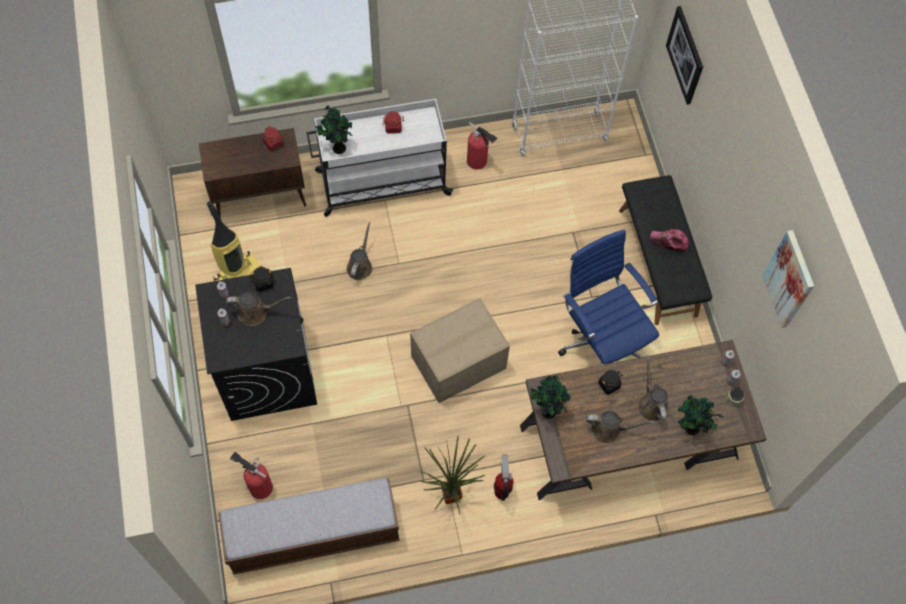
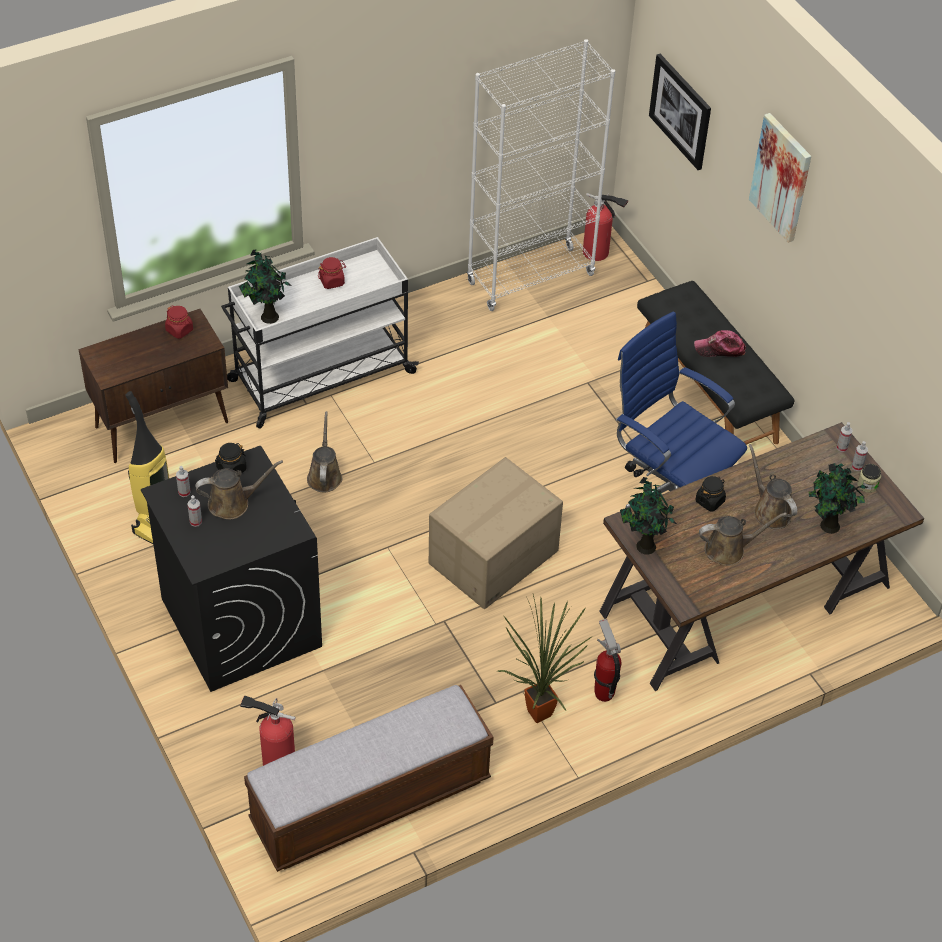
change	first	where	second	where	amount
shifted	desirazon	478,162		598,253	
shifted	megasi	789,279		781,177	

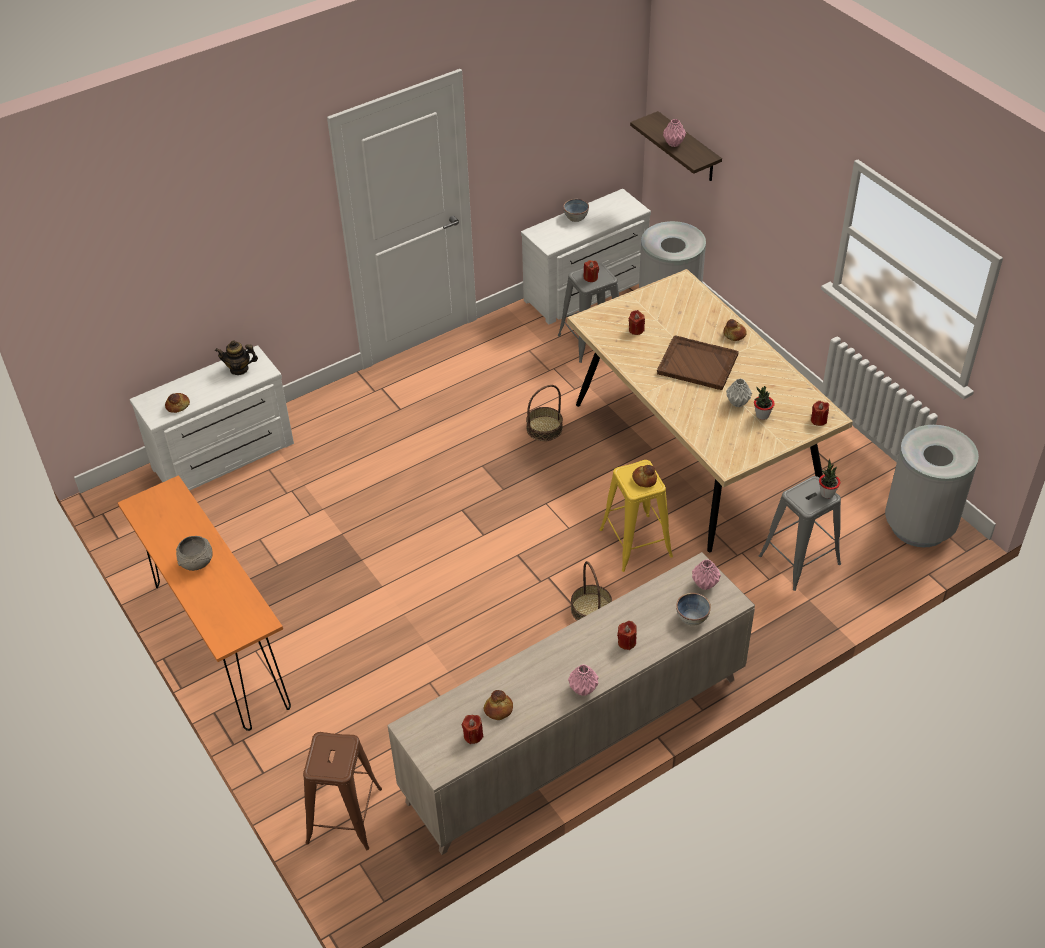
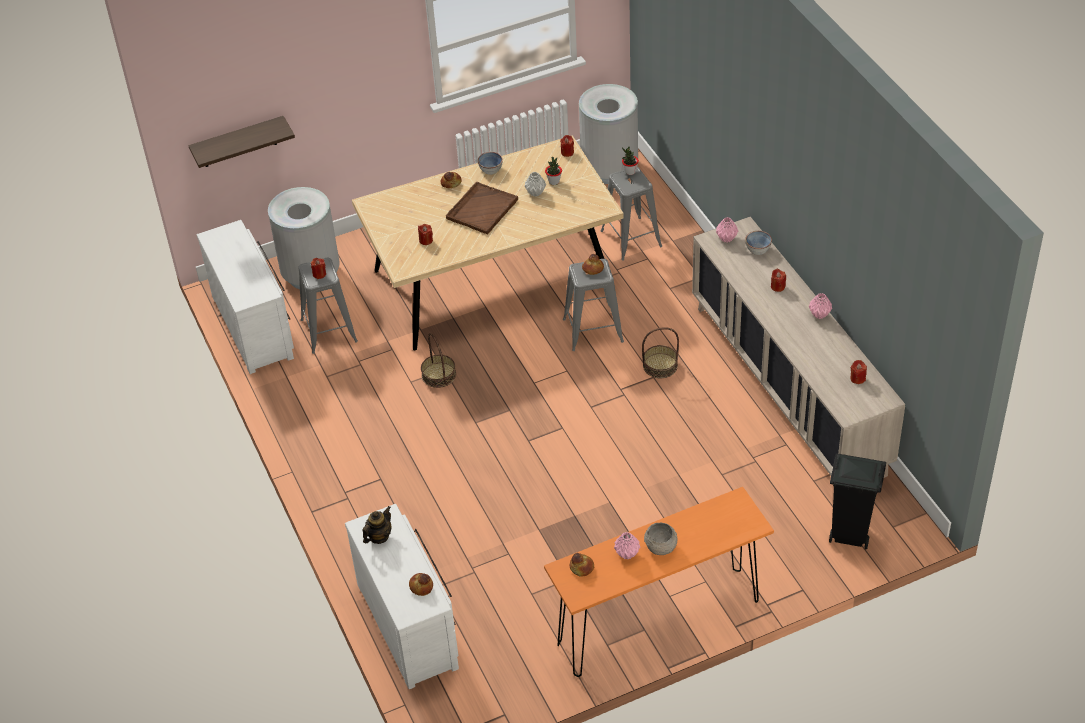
change	first	where	second	where	amount
rotated	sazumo	239,369		379,536	150 degrees counterclockwise
swapped	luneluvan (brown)	344,816	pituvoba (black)	849,535	
shifted	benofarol	498,709		581,568	
shifted	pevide	575,217		491,170	
repainted	luneluvan (yellow)	636,543	luneluvan (grey)	593,330	
shifted	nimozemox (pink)	673,144		627,554	

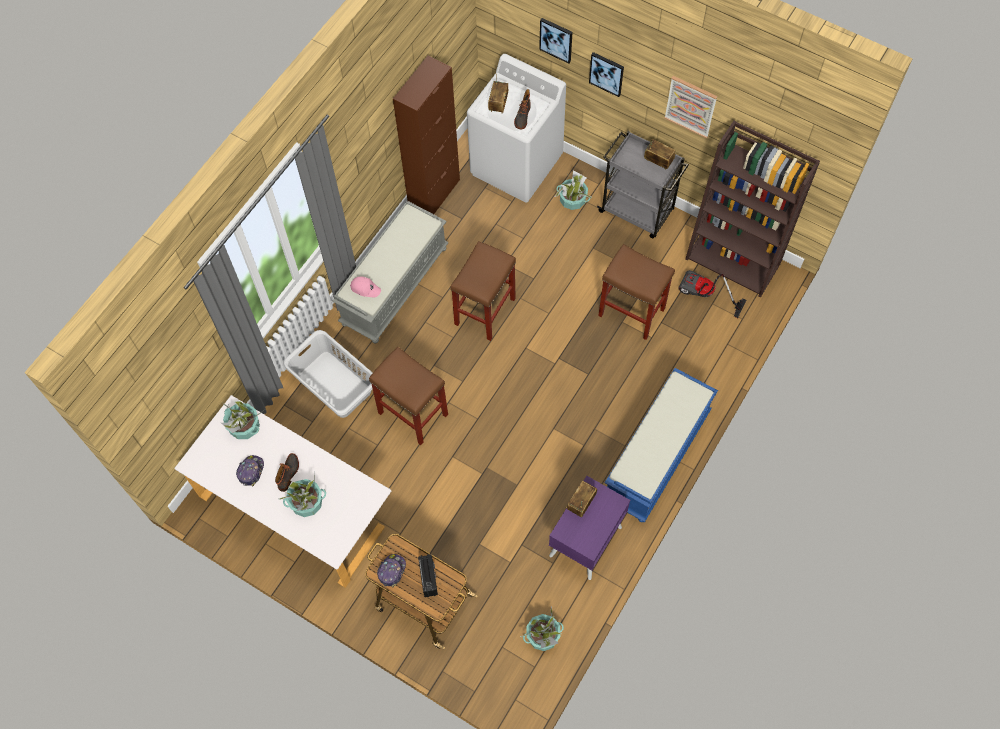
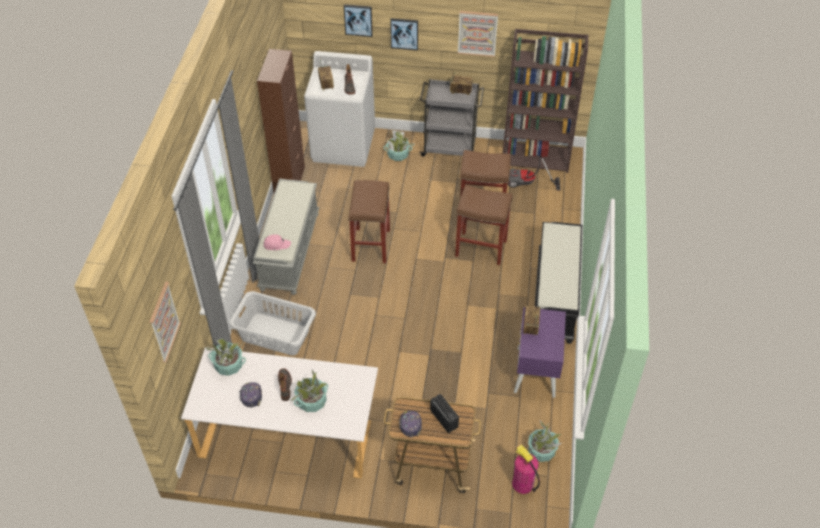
change	first	where	second	where	amount
shifted	luneluvan (brown)	412,413		480,248	
repainted	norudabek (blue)	656,457	norudabek (black)	555,297	
new			megasi	164,322	
new			desirazon	522,484	

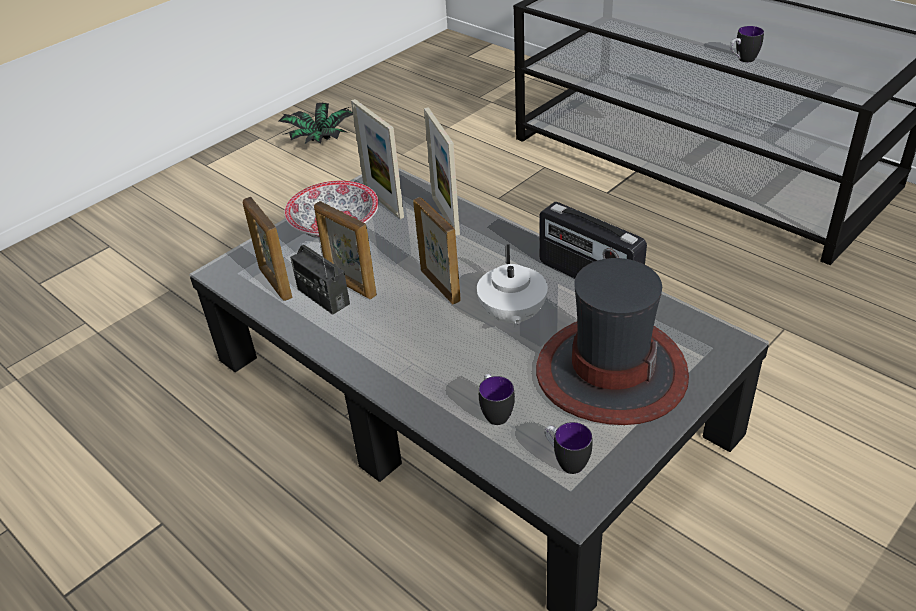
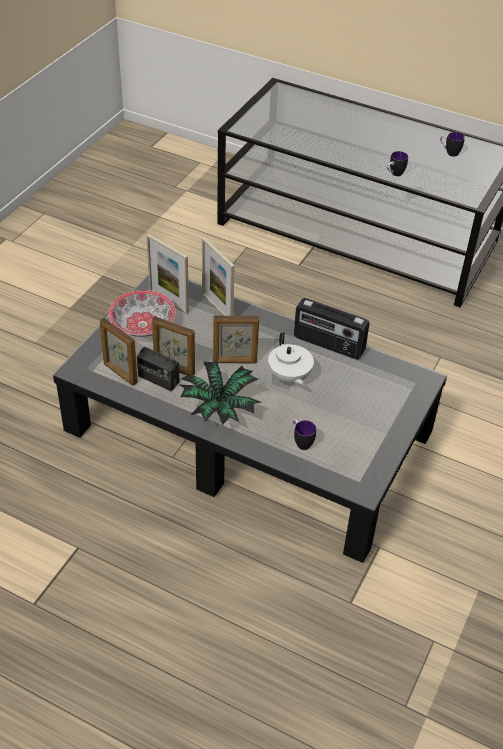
change	first	where	second	where	amount
shifted	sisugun	320,142		219,407	
rotated	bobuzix	440,285		235,361	135 degrees clockwise
gone	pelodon	610,372			
shifted	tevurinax	566,461		449,152	

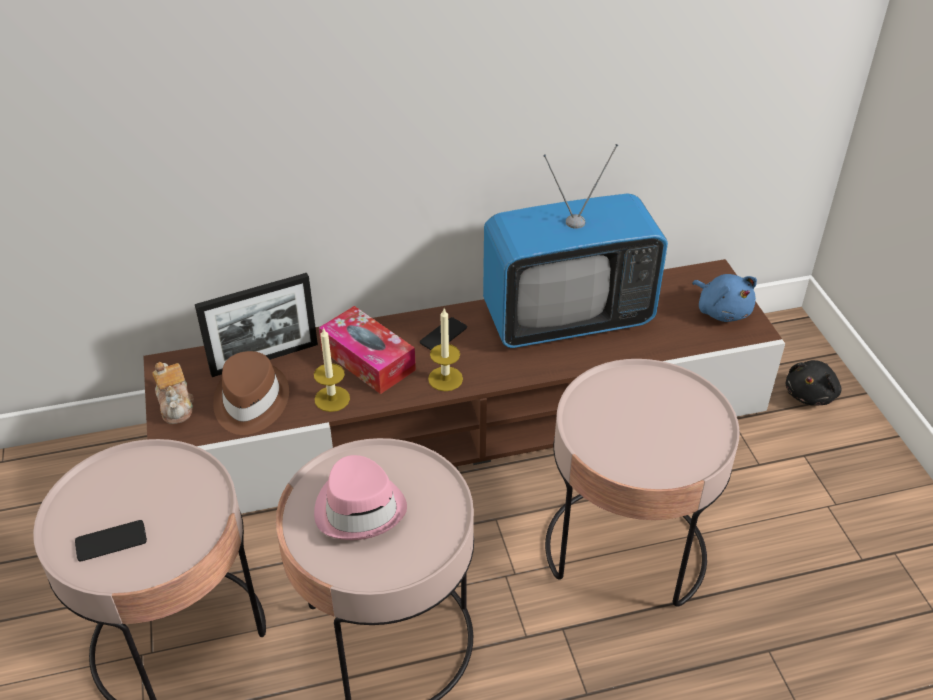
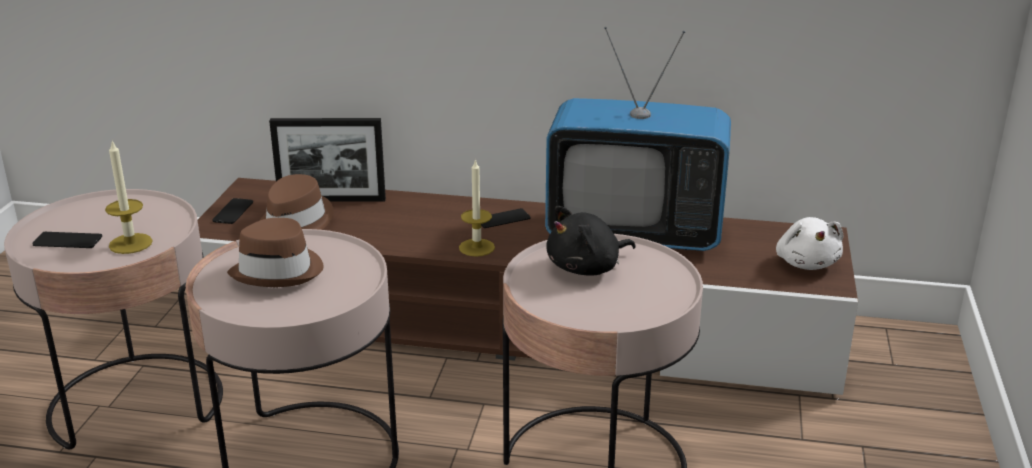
change	first	where	second	where	amount
swapped	sazumo	176,405	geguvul	233,212	
shifted	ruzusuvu	332,399		130,243	
repainted	pelodon (pink)	360,507	pelodon (brown)	279,271	
gone	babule	368,360			
repainted	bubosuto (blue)	722,310	bubosuto (white)	806,263	
shifted	bubosuto (black)	810,394		587,268	

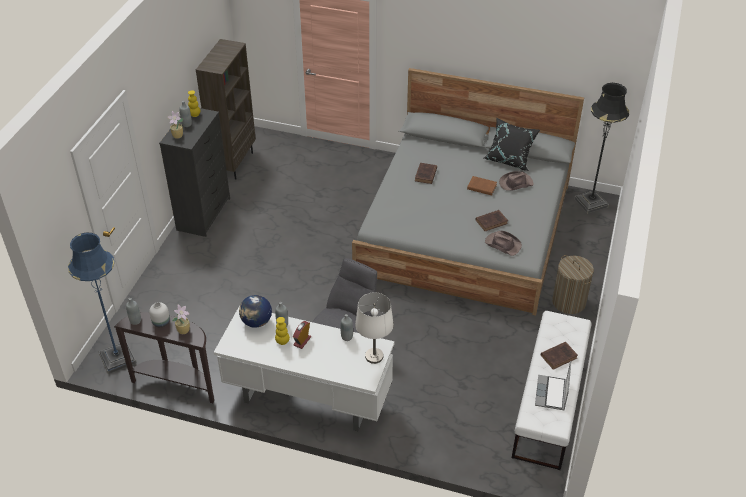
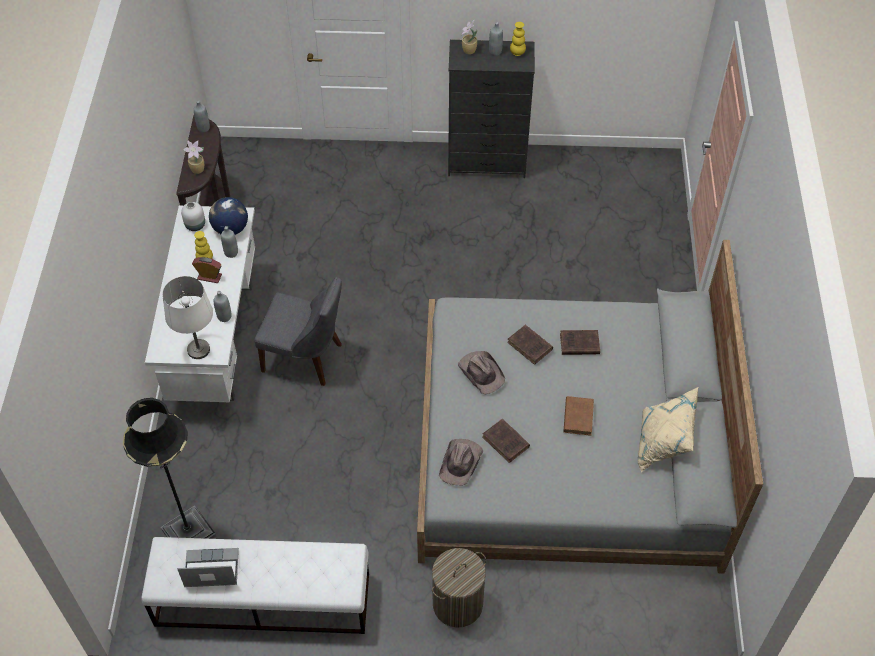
change	first	where	second	where	amount
gone	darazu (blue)	117,358			
shifted	nimozemox (white)	161,322		194,225	
gone	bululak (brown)	234,163			
repainted	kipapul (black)	509,159	kipapul (beige)	662,444	
shifted	pelodon (brown)	515,183		481,372	
shifted	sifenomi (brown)	559,356		530,346	
shifted	darazu (black)	591,203		188,533	

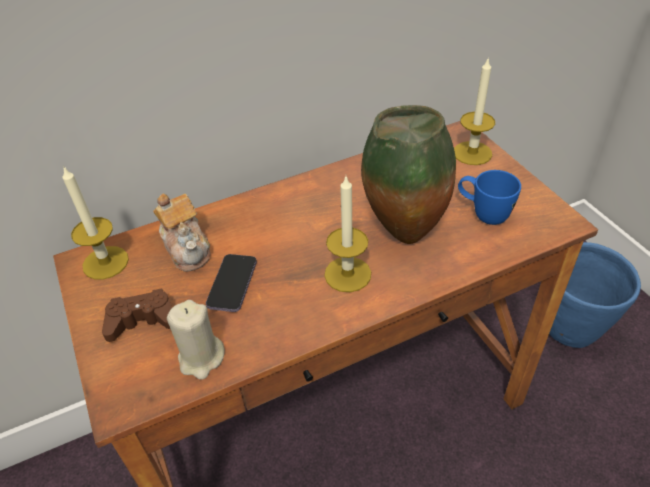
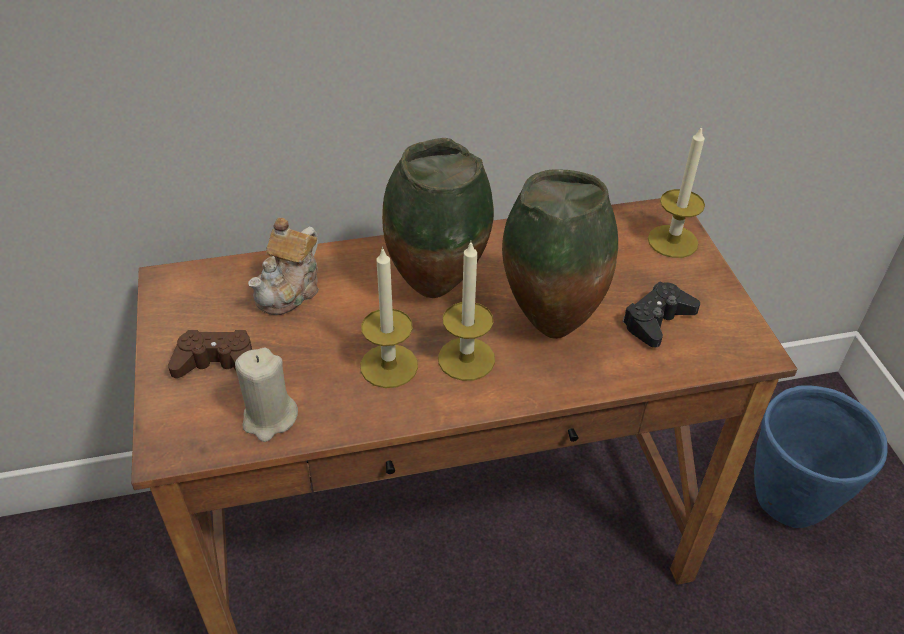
change	first	where	second	where	amount
shifted	ruzusuvu	105,262		389,366	
rotated	sazumo	187,248		290,290	45 degrees clockwise
gone	geguvul	232,284			
swapped	tevurinax (blue)	483,214	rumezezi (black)	657,320	
new			nimozemox	438,289	

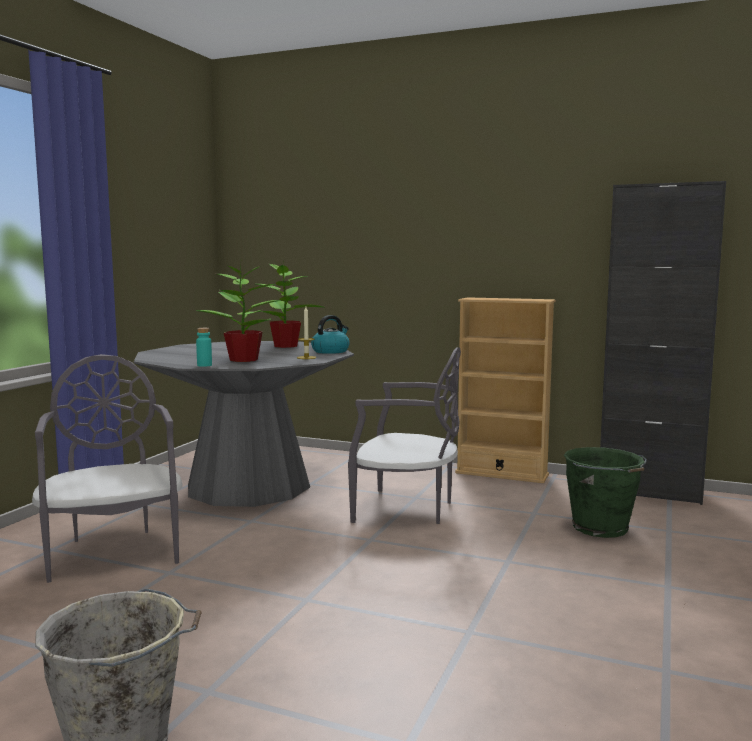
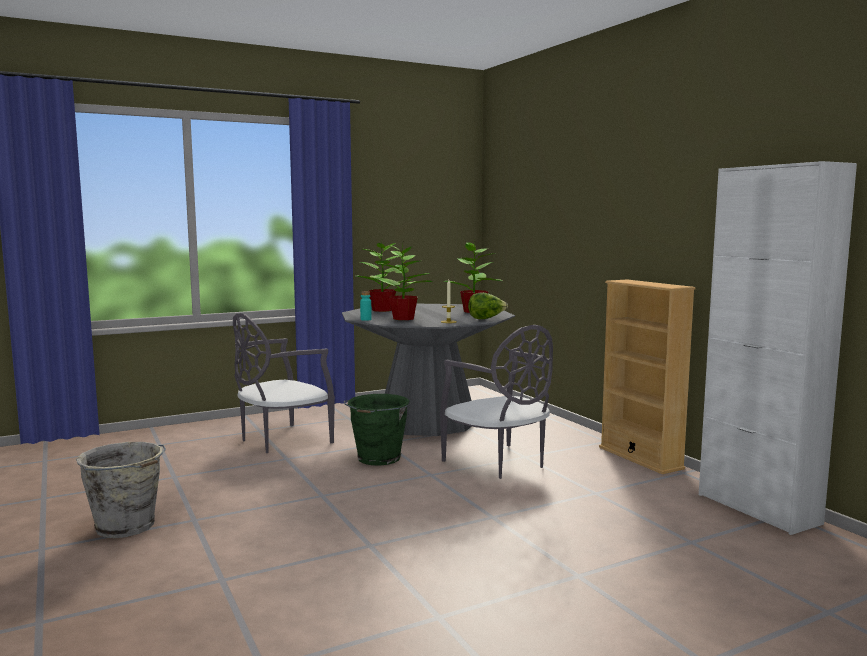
change	first	where	second	where	amount
rotated	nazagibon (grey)	114,552		282,440	150 degrees counterclockwise
swapped	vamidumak	331,351	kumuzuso	486,319	
shifted	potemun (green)	601,528		378,459	
repainted	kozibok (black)	649,492	kozibok (white)	758,509	
new			sisugun	383,310	

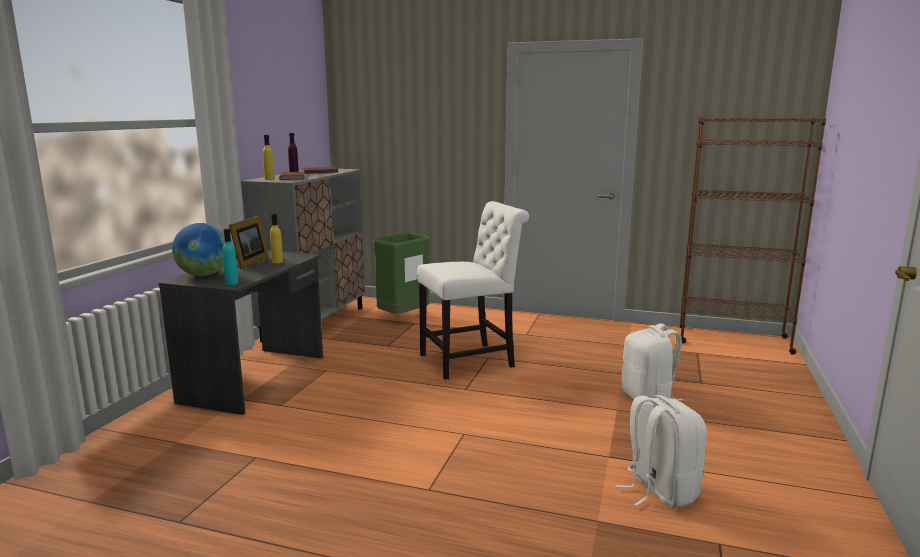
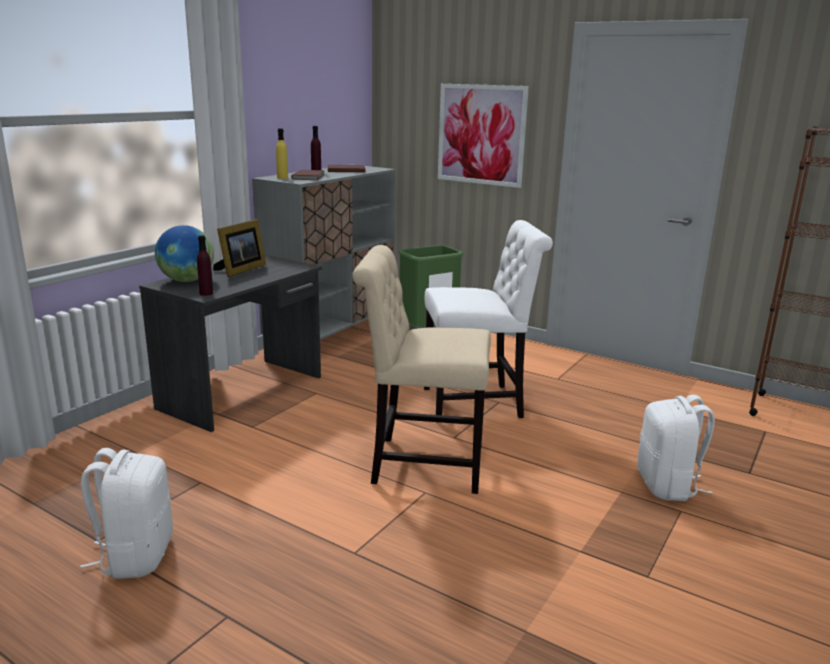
change	first	where	second	where	amount
repainted	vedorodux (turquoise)	232,283	vedorodux (purple)	206,293	
gone	vedorodux (yellow)	277,262			
shifted	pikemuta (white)	659,490		135,556	
new			nazagibon (beige)	421,463	
new			megasi	481,135	

